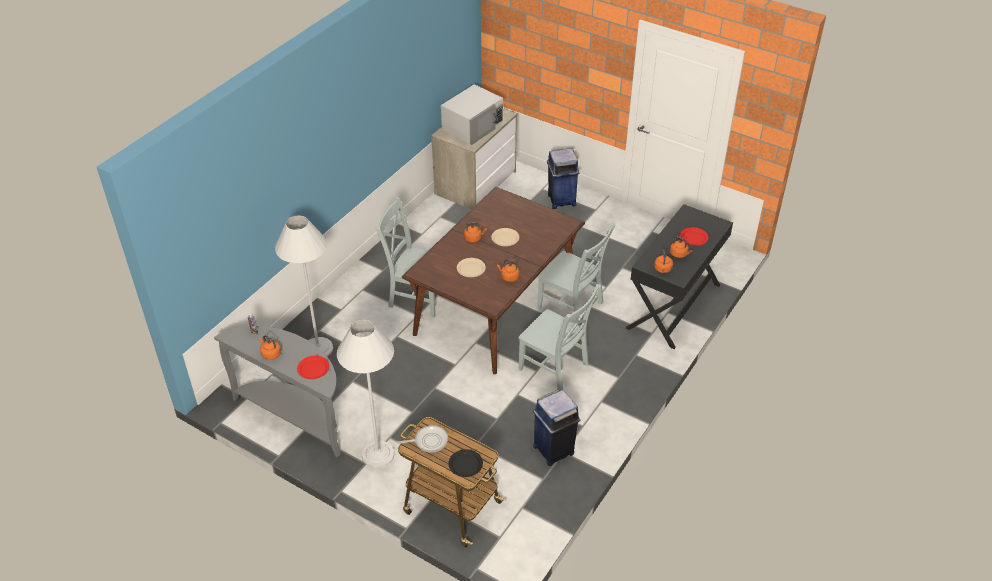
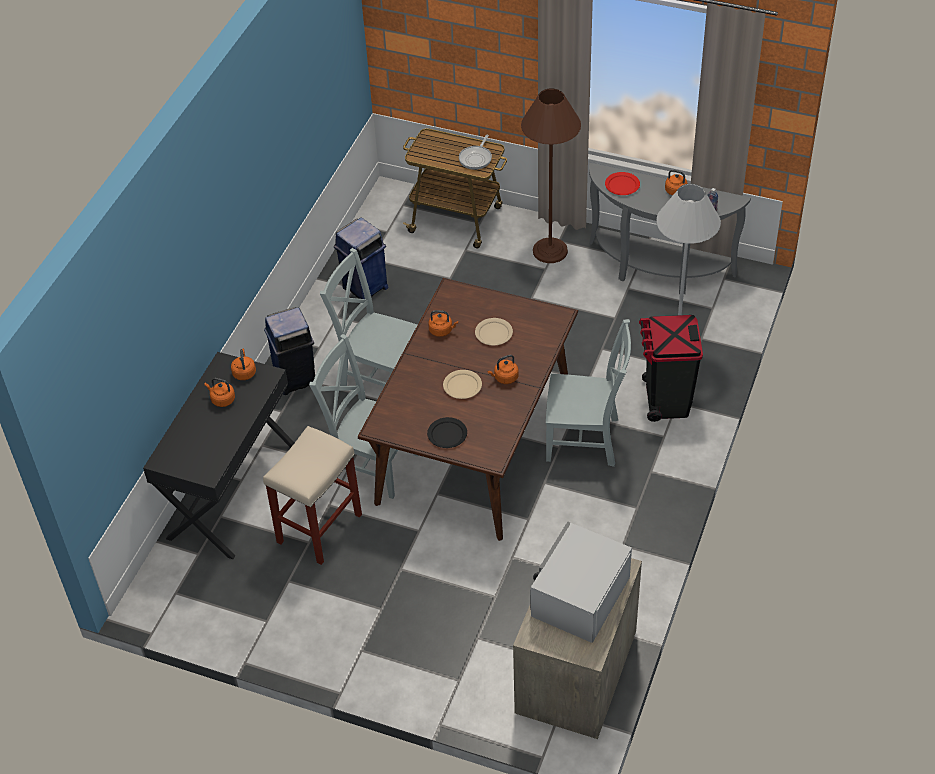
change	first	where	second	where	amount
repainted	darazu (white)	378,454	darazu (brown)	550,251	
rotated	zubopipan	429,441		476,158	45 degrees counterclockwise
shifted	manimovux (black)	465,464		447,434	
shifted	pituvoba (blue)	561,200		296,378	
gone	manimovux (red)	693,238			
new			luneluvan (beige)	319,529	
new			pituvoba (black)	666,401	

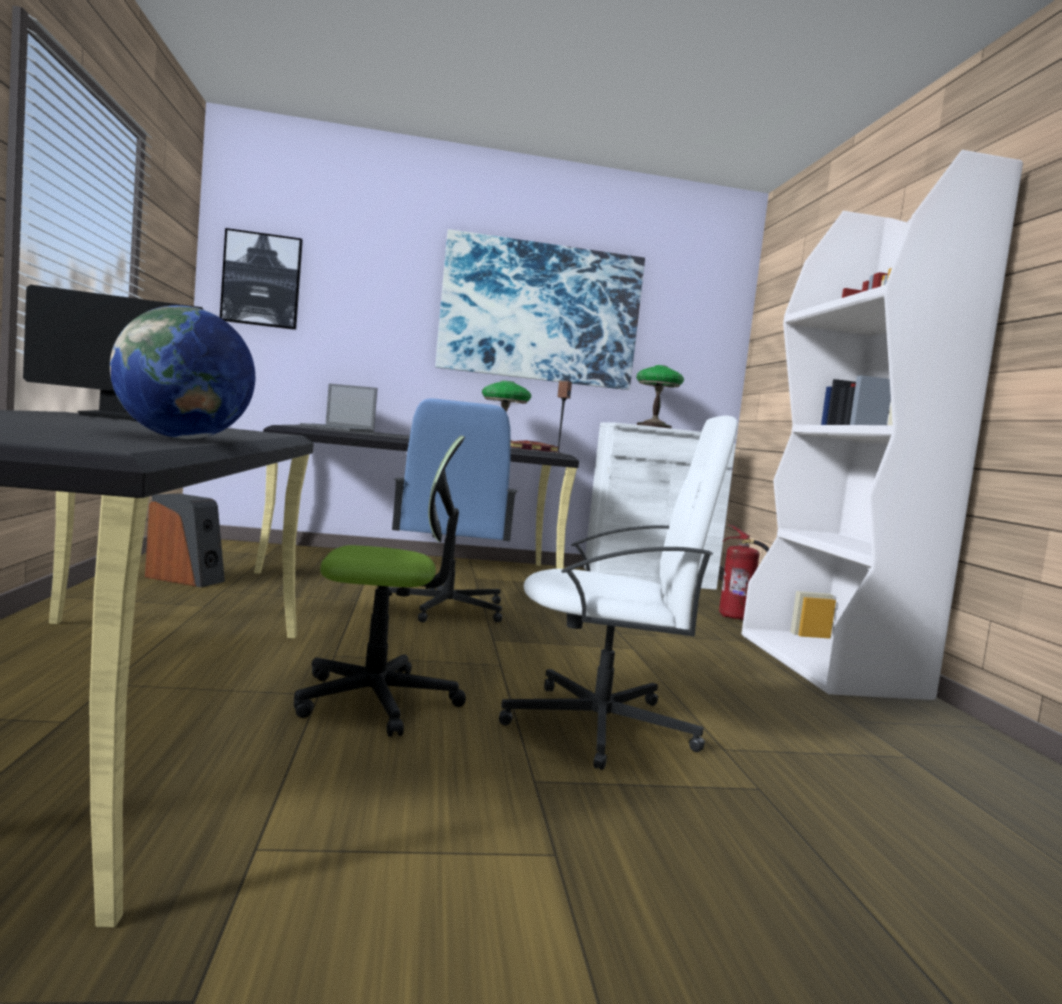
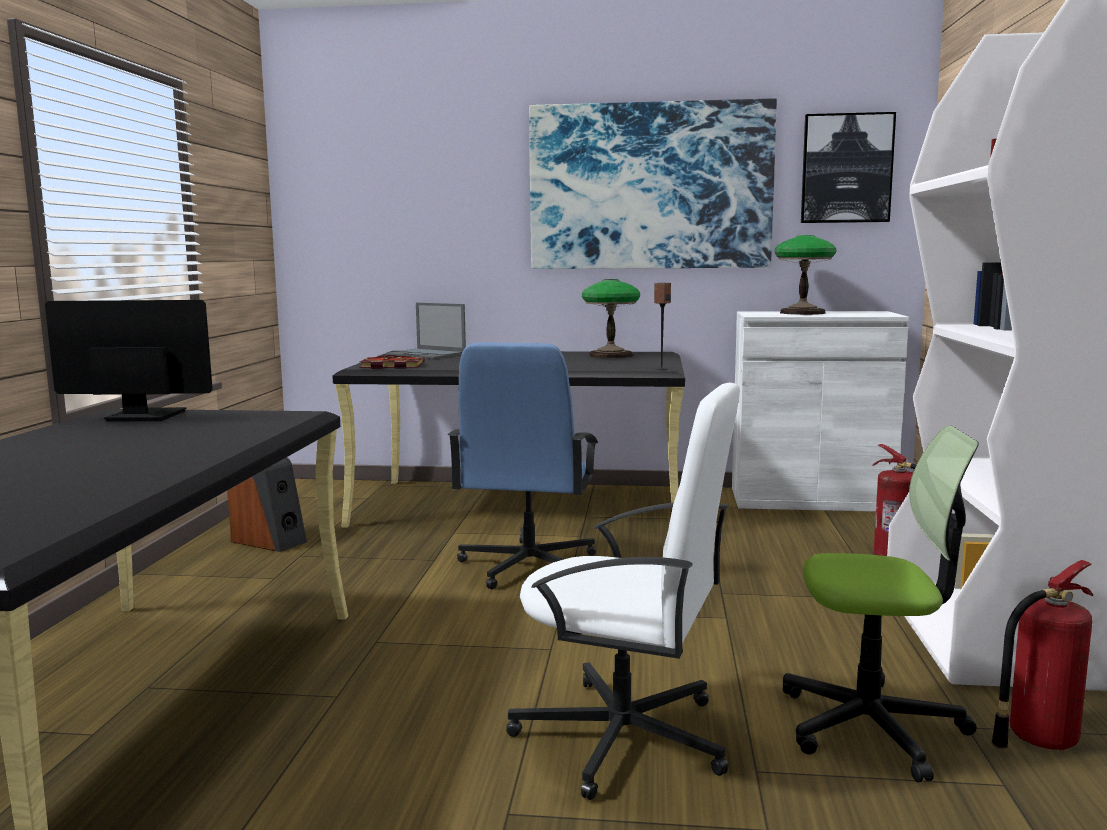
change	first	where	second	where	amount
gone	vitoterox	181,438			
shifted	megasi	262,280		846,168	
shifted	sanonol	378,700		872,726	
shifted	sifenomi	530,449		390,366	
new			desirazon	1038,739	

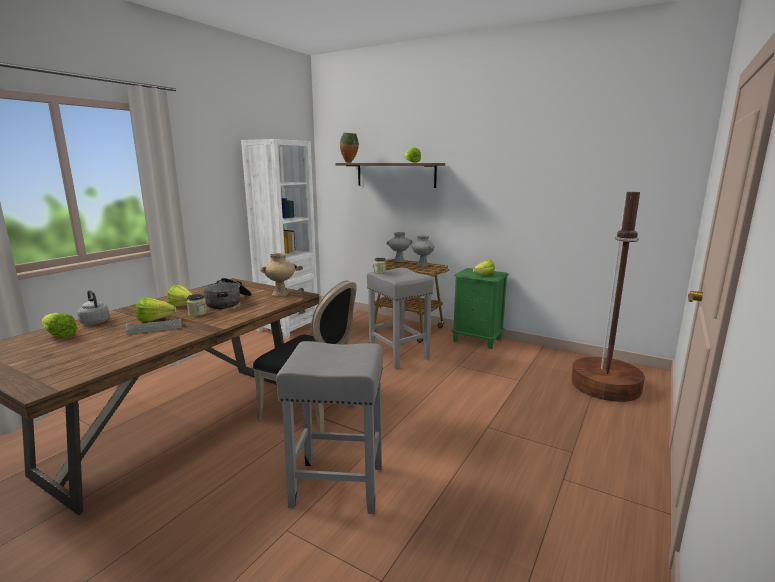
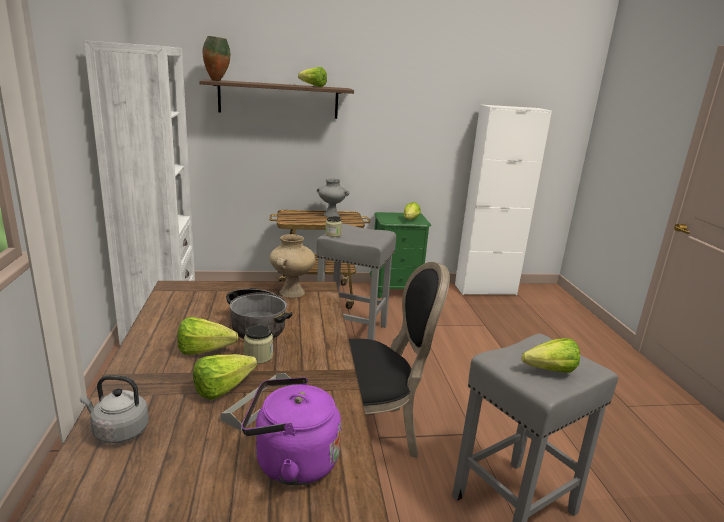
change	first	where	second	where	amount
shifted	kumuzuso	58,335		545,370	
gone	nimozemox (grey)	399,261			
gone	darazu (brown)	605,386			
new			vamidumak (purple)	291,462	
new			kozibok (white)	485,289	

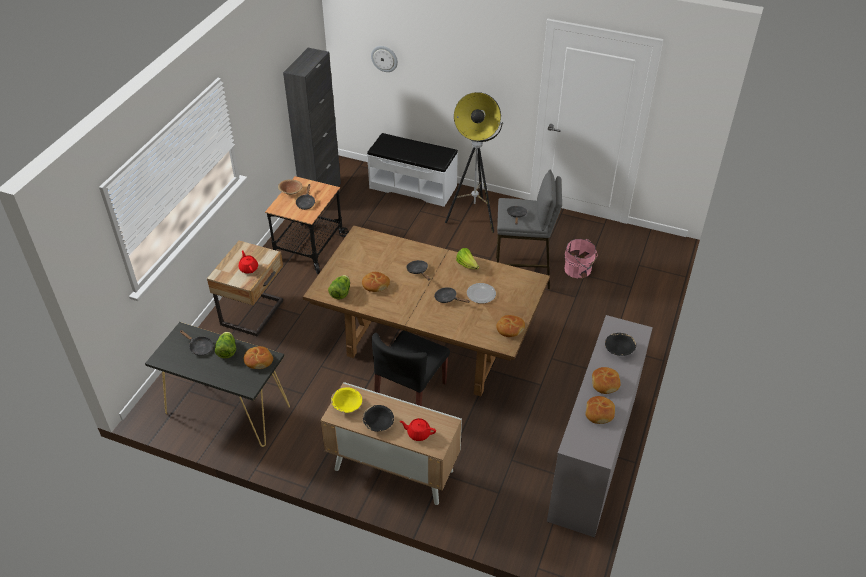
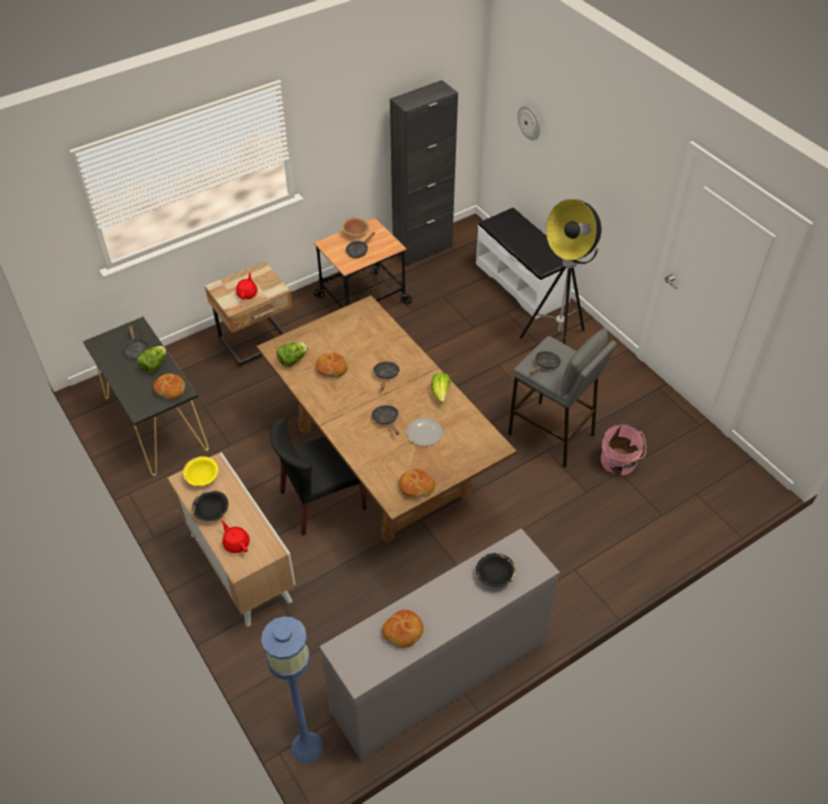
change	first	where	second	where	amount
gone	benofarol	605,383			
new			darazu (blue)	306,747	

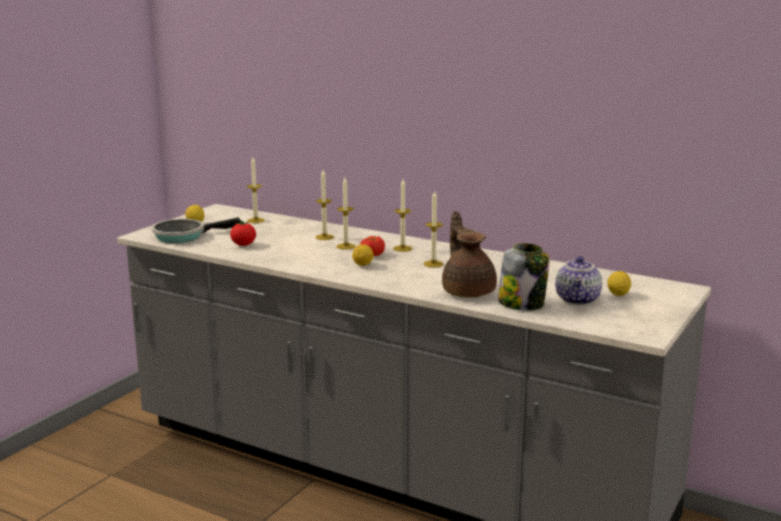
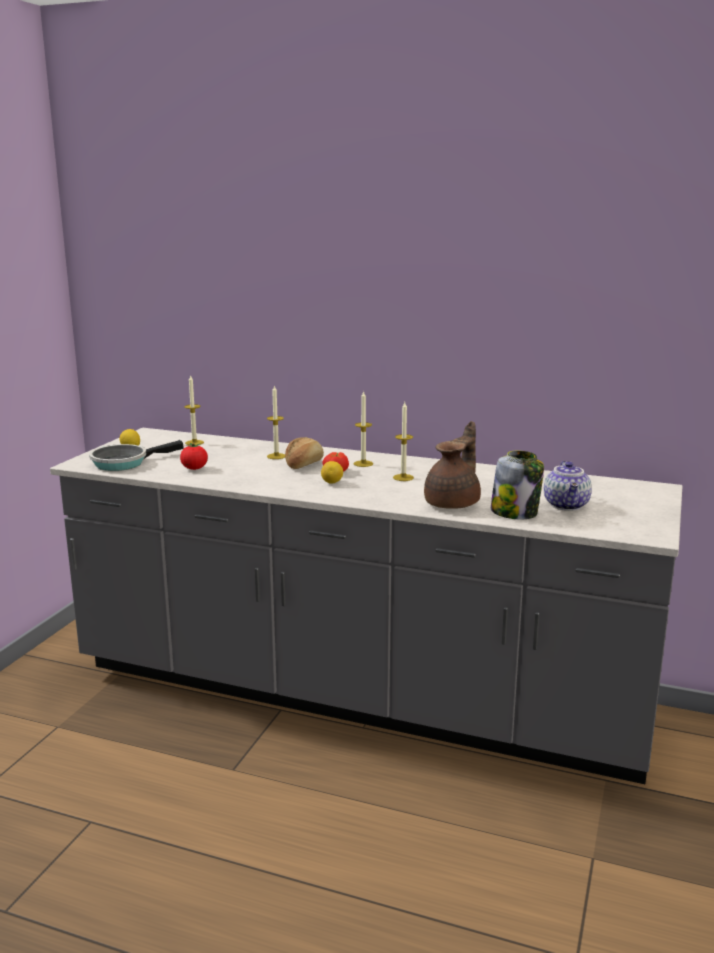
change	first	where	second	where	amount
swapped	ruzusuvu	346,246	benofarol	303,464	
rotated	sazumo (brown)	468,291		454,503	60 degrees clockwise
gone	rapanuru	618,294			

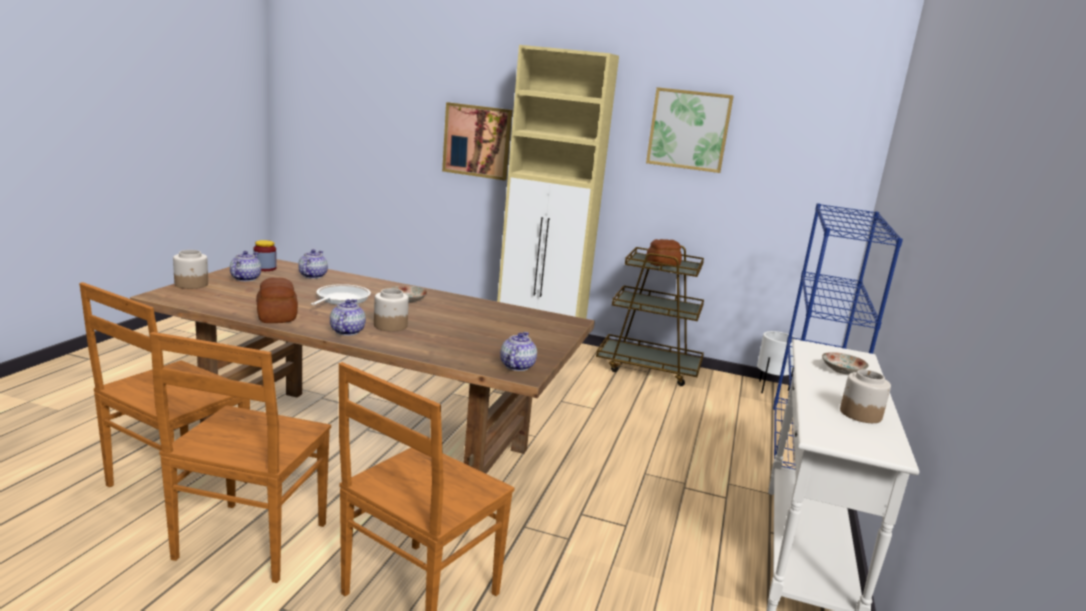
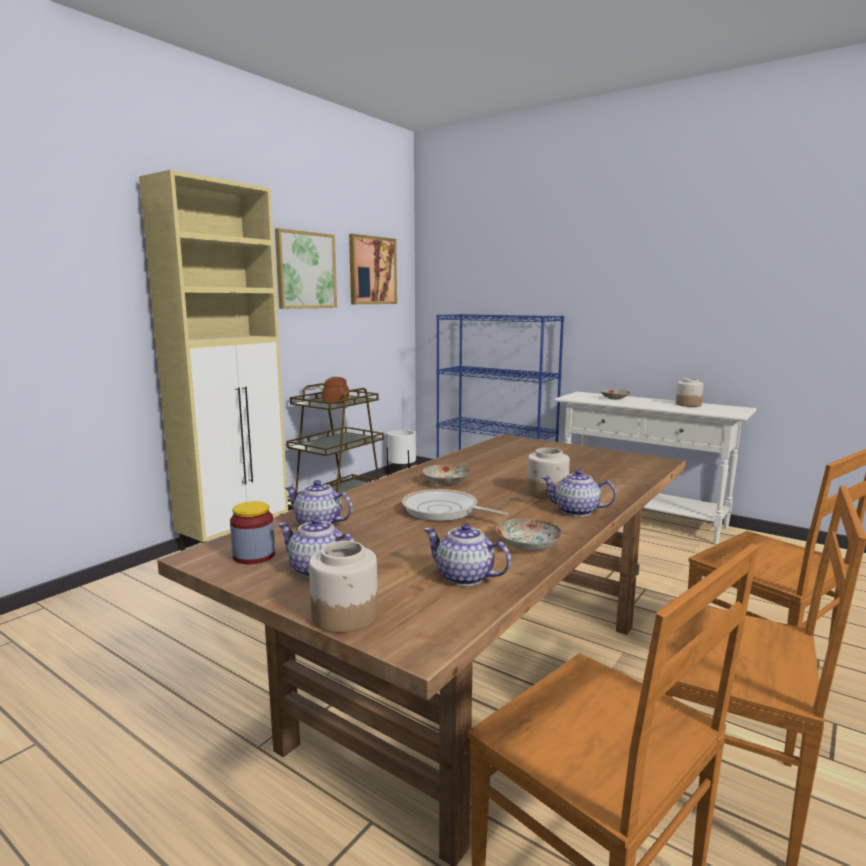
change	first	where	second	where	amount
swapped	benofarol	276,316	manimovux	529,546	
shifted	megasi	477,141		372,270	
shifted	sazumo	516,366		465,577	

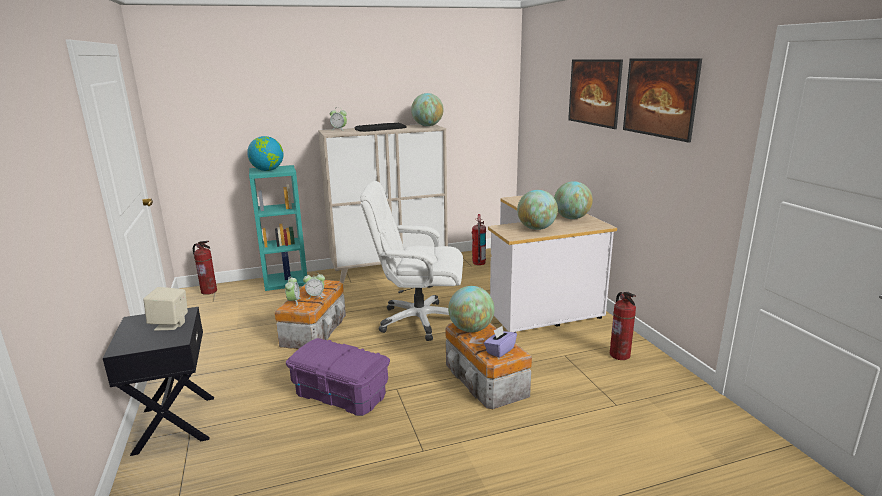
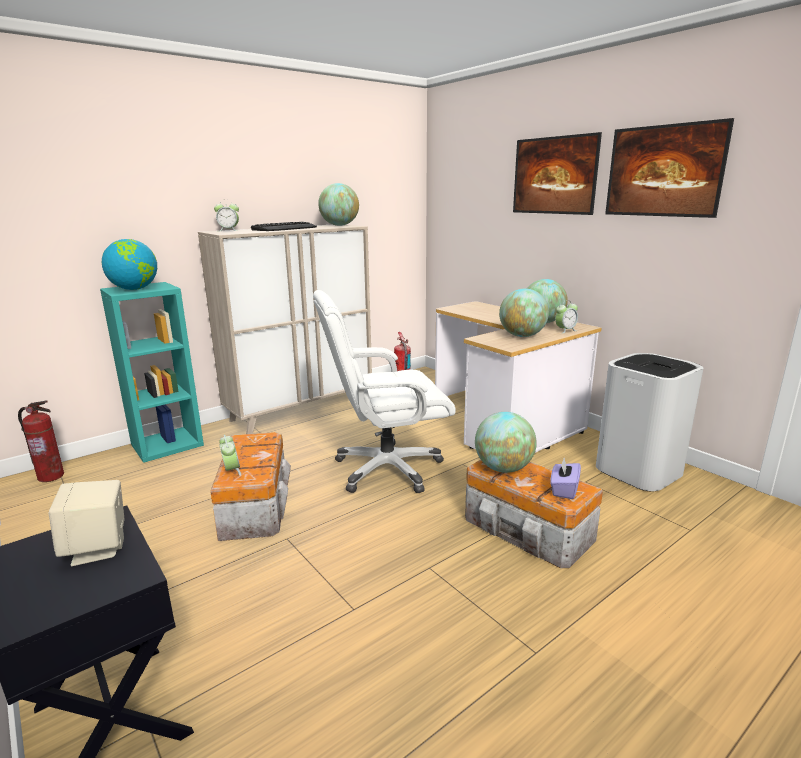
change	first	where	second	where	amount
gone	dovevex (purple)	341,393			
shifted	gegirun	315,296		565,330	
swapped	desirazon	620,355	pituvoba (white)	639,470	

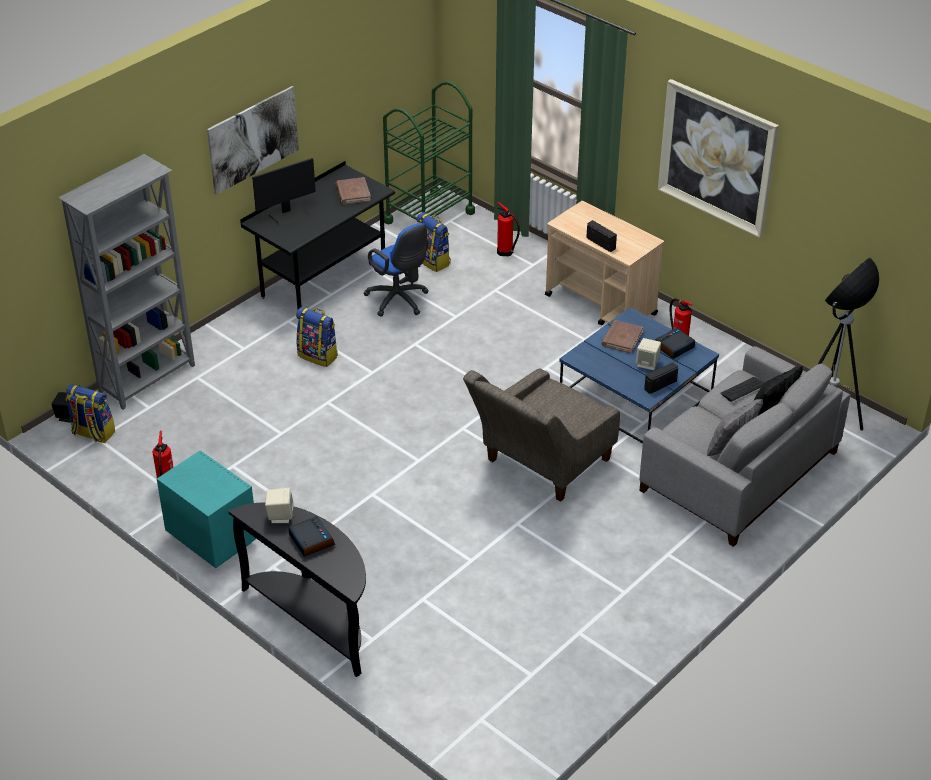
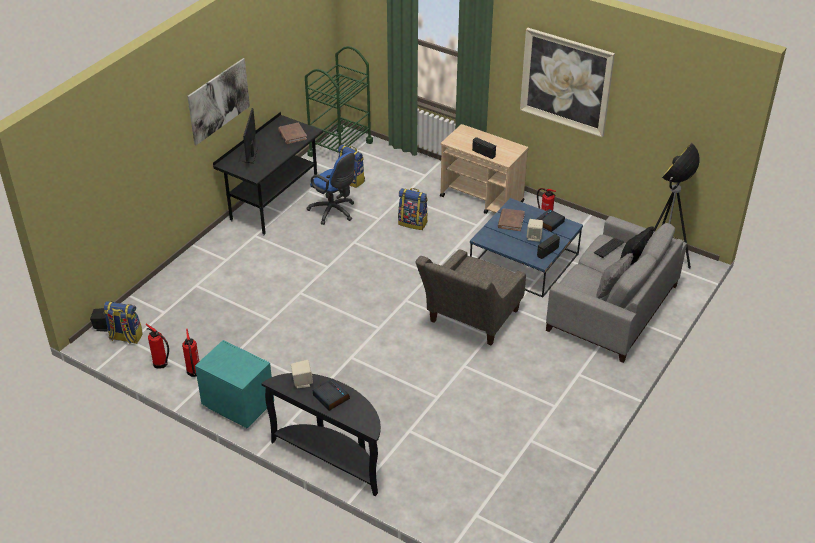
change	first	where	second	where	amount
gone	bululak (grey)	148,379			
rotated	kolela	289,215		248,156	135 degrees clockwise
shifted	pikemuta	318,355		413,223	
shifted	desirazon	506,253		161,364	

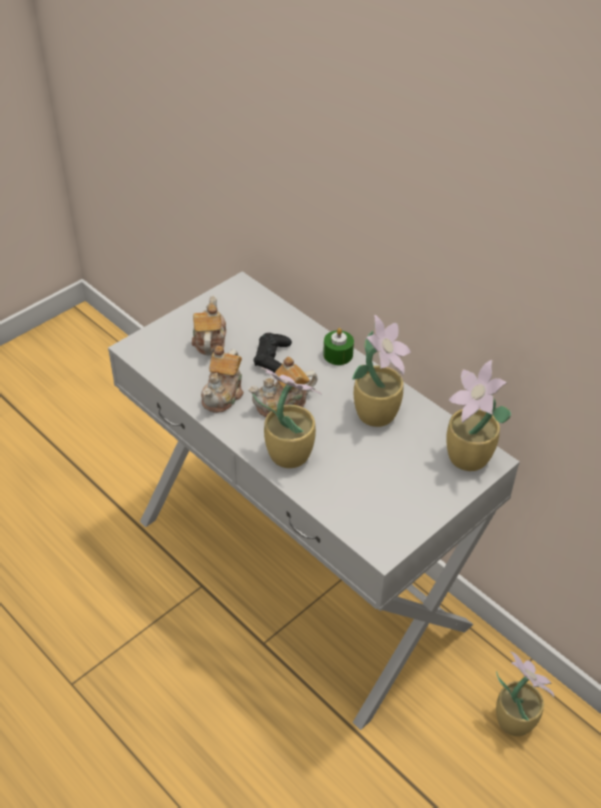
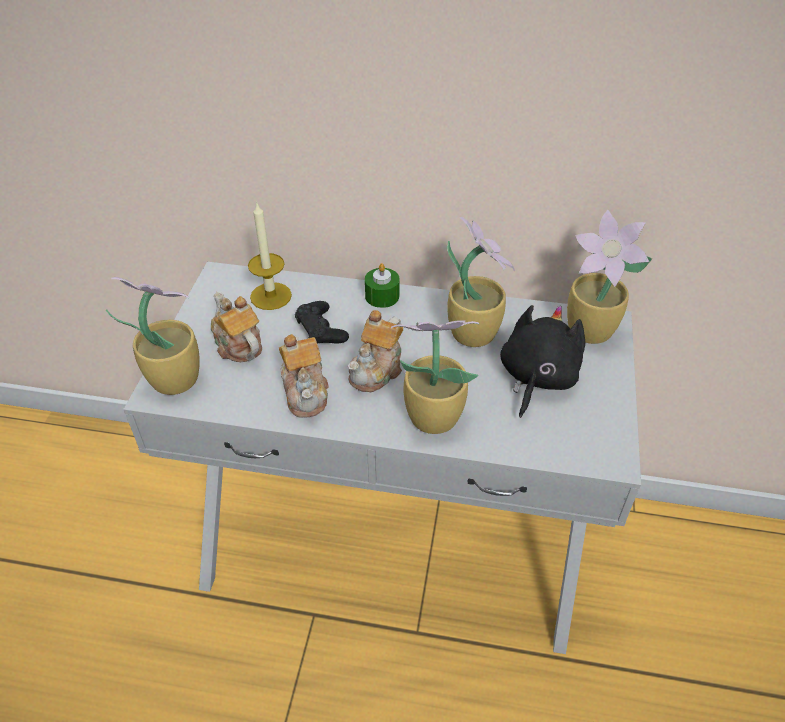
change	first	where	second	where	amount
shifted	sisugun	513,719		173,378	
new			ruzusuvu	271,296	
new			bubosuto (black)	536,377	

